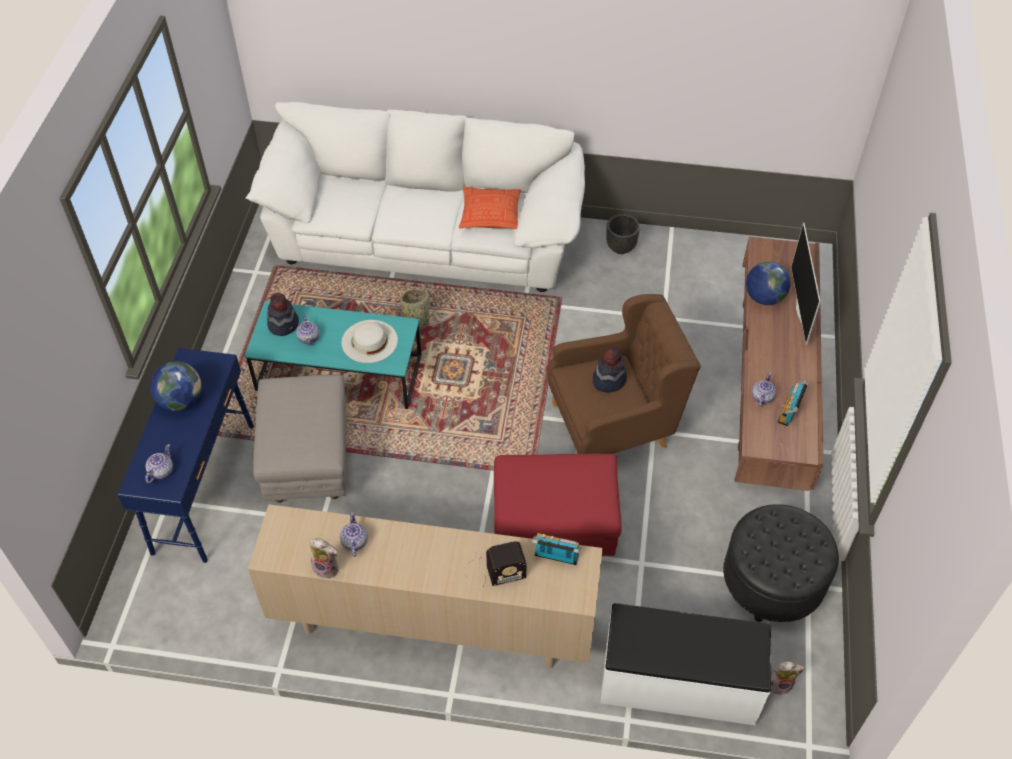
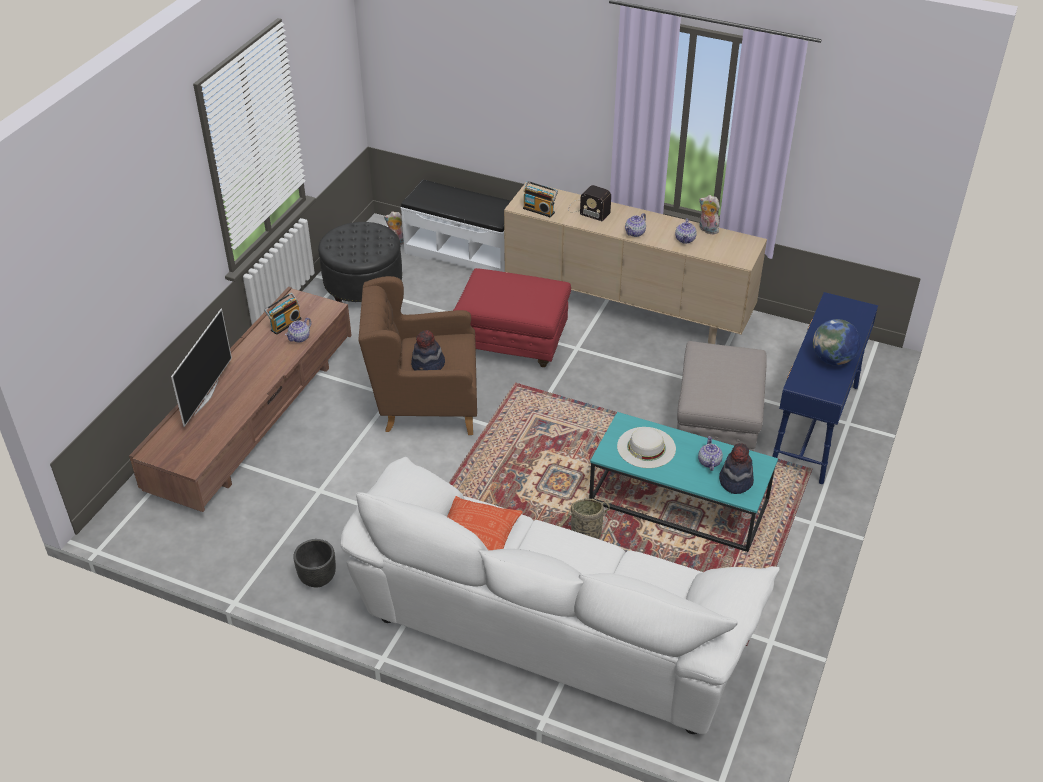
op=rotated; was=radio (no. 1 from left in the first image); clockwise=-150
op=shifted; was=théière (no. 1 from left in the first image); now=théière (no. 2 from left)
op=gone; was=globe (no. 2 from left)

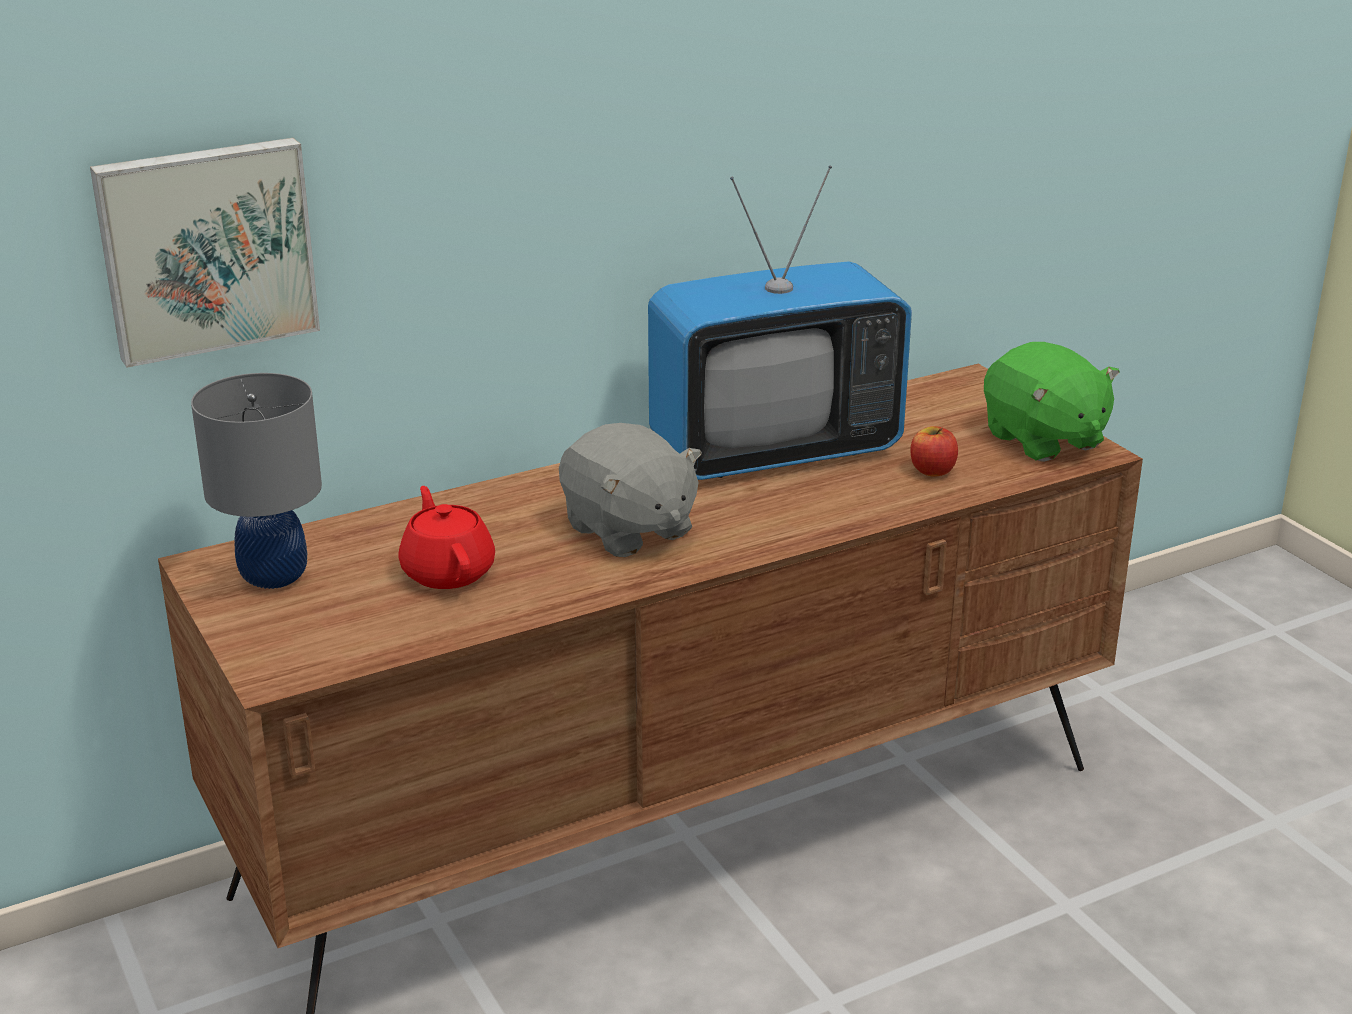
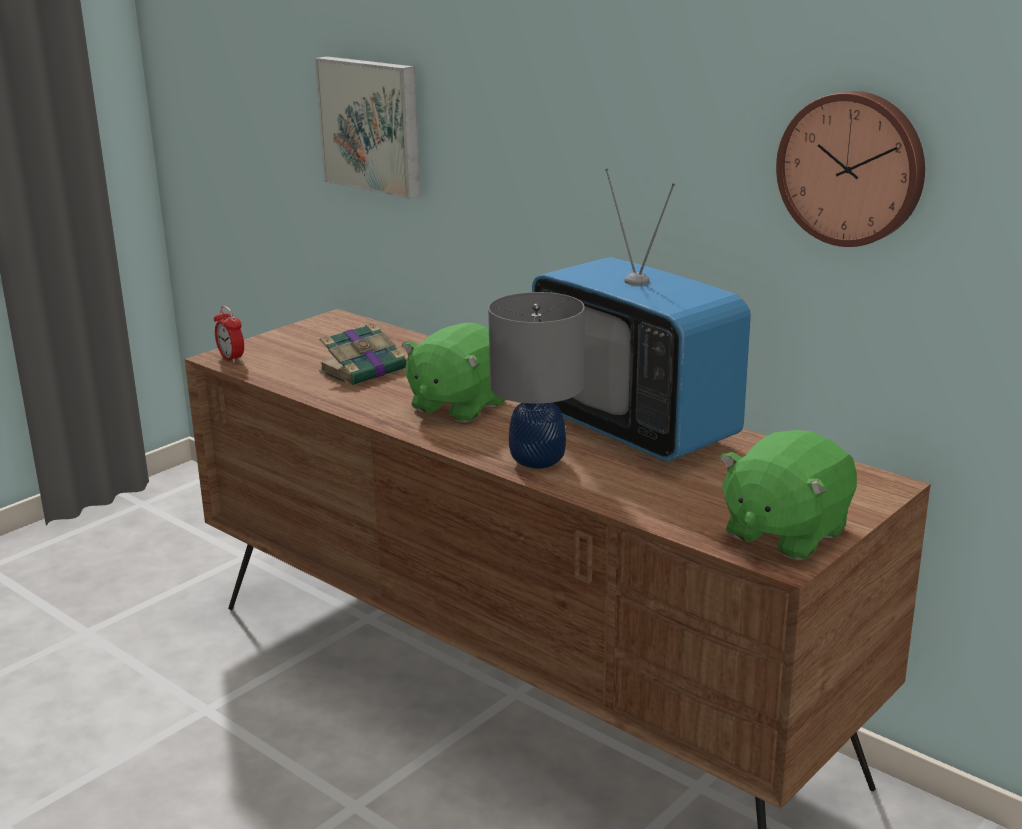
op=new; now=réveil
op=swapped; was=théière/rouge; now=livre
op=repainted; was=peluche/gris; now=peluche/vert (no. 1 from left)
op=shifted; was=lampe de table/gris
op=new; now=horloge murale
op=gone; was=pomme

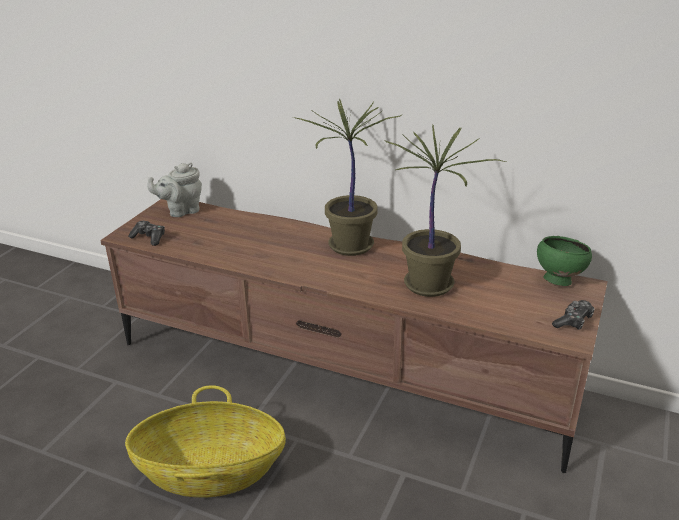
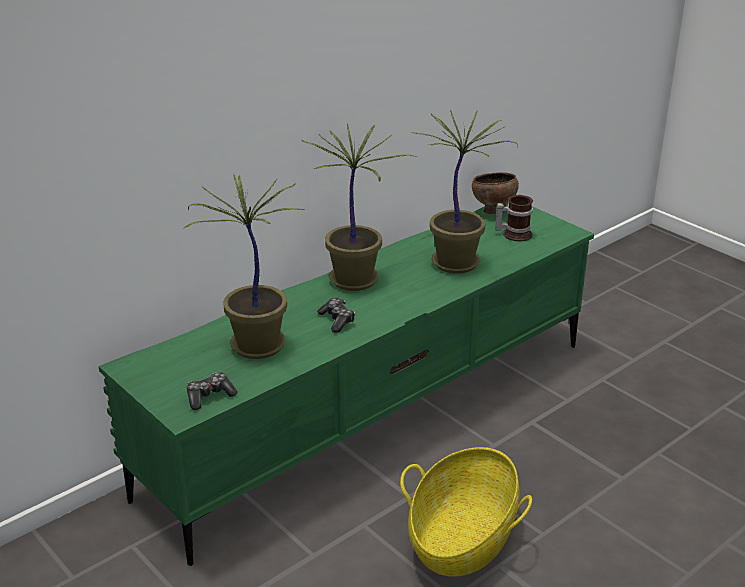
op=repainted; was=meuble télé/marron; now=meuble télé/vert
op=new; now=plante en pot (no. 1 from left)
op=shifted; was=manette (no. 2 from left)
op=repainted; was=bol/vert; now=bol/marron
op=new; now=mug
op=gone; was=théière/gris

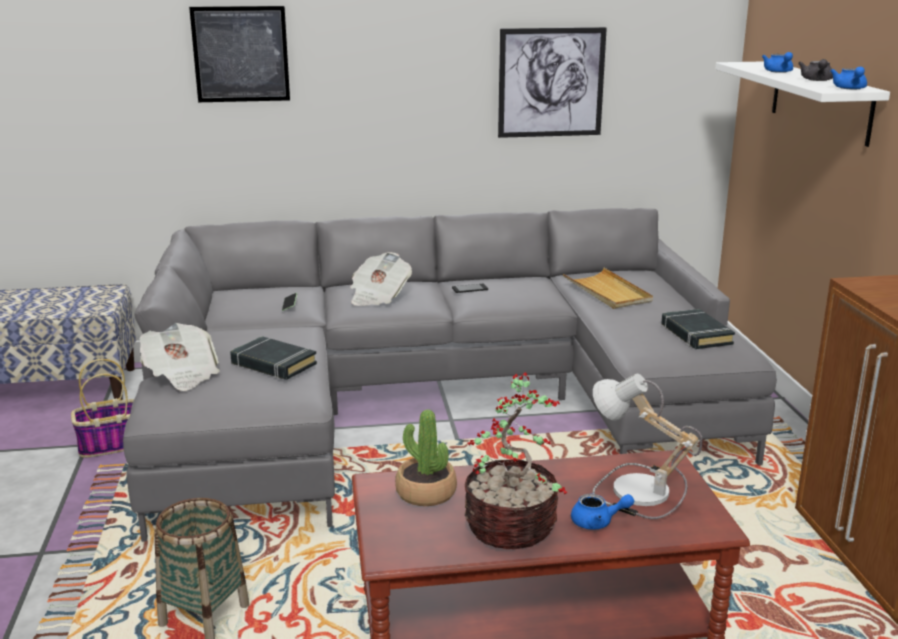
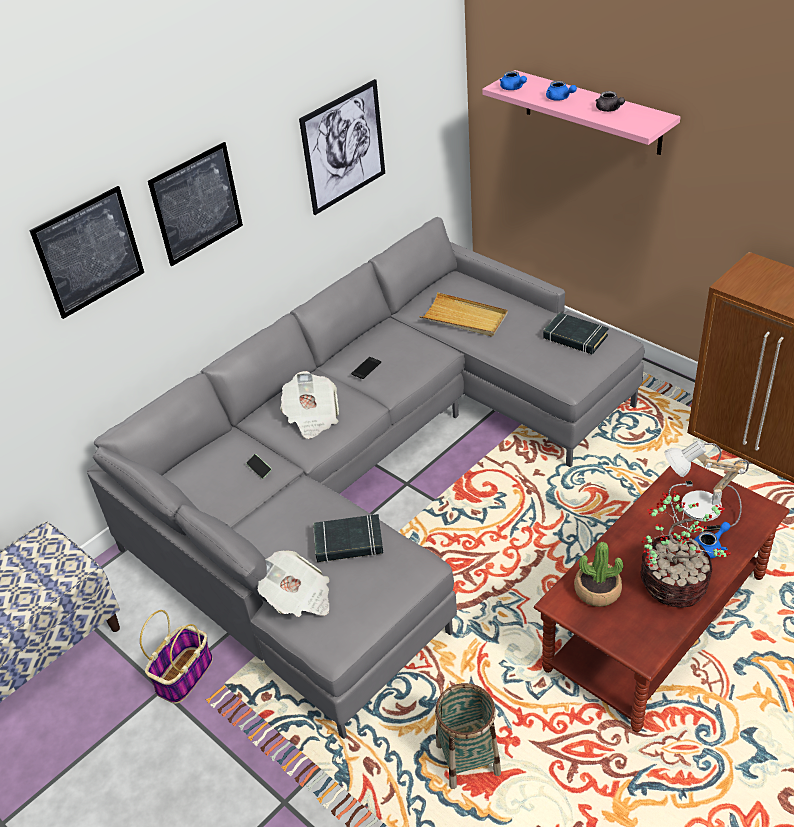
op=new; now=tableau (no. 2 from left)
op=repainted; was=étagère/blanc; now=étagère/rose
op=shifted; was=théière/bleu (no. 3 from left in the first image); now=théière/bleu (no. 1 from left)

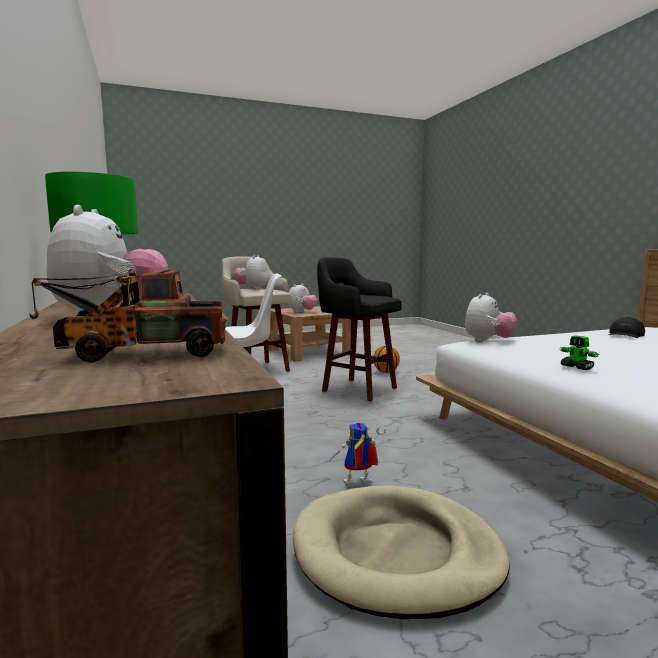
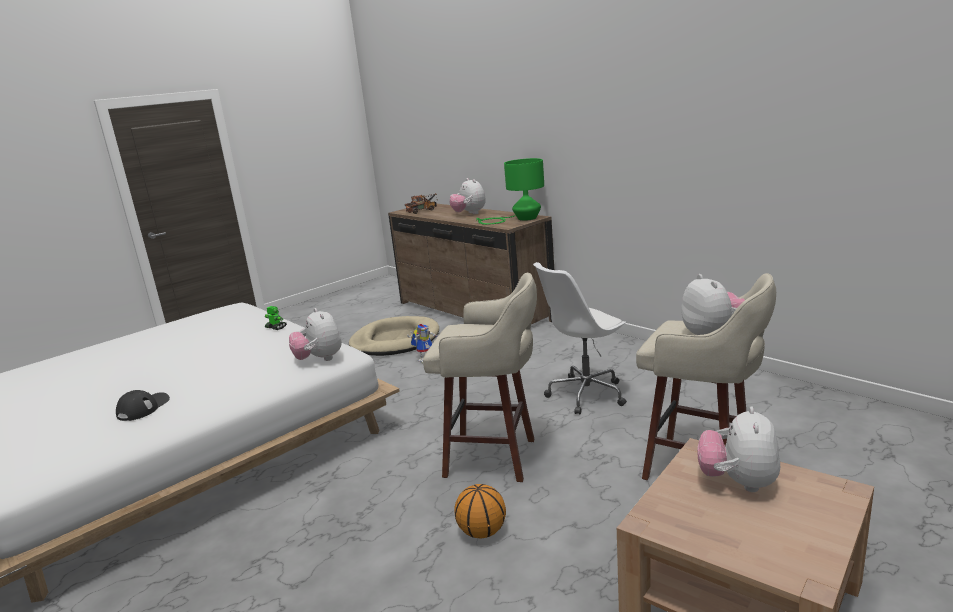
op=rotated; was=peluche (no. 4 from left in the first image); clockwise=-45
op=repainted; was=tabouret/noir; now=tabouret/beige (no. 1 from left)

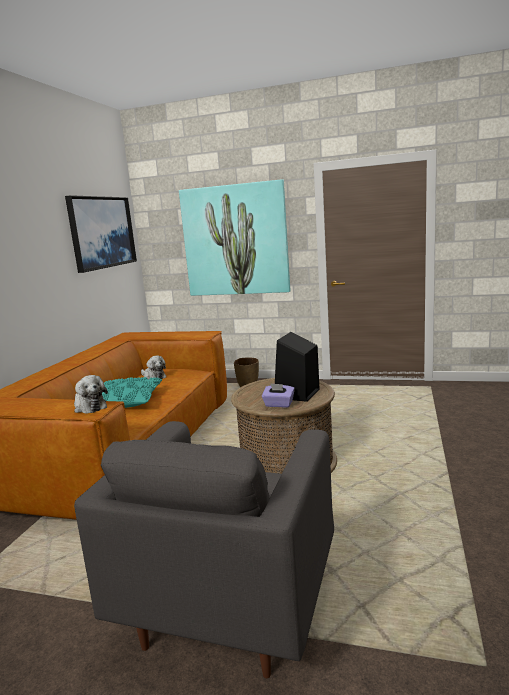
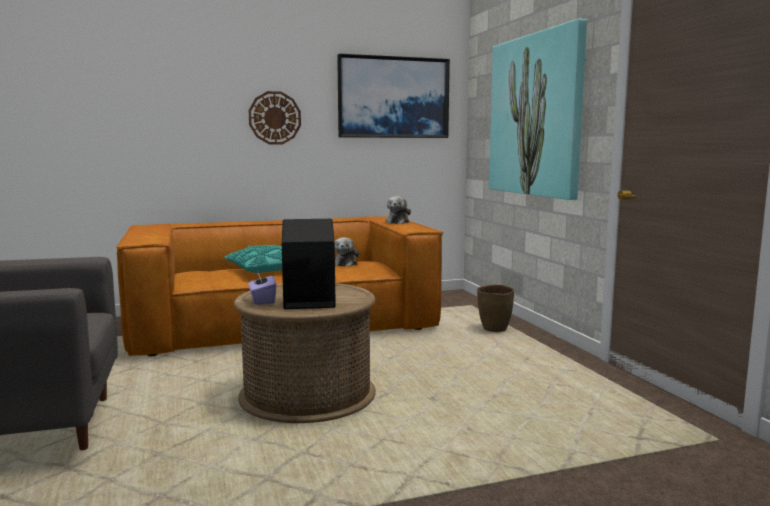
op=new; now=horloge murale
op=shifted; was=peluche (no. 1 from left in the first image); now=peluche (no. 2 from left)

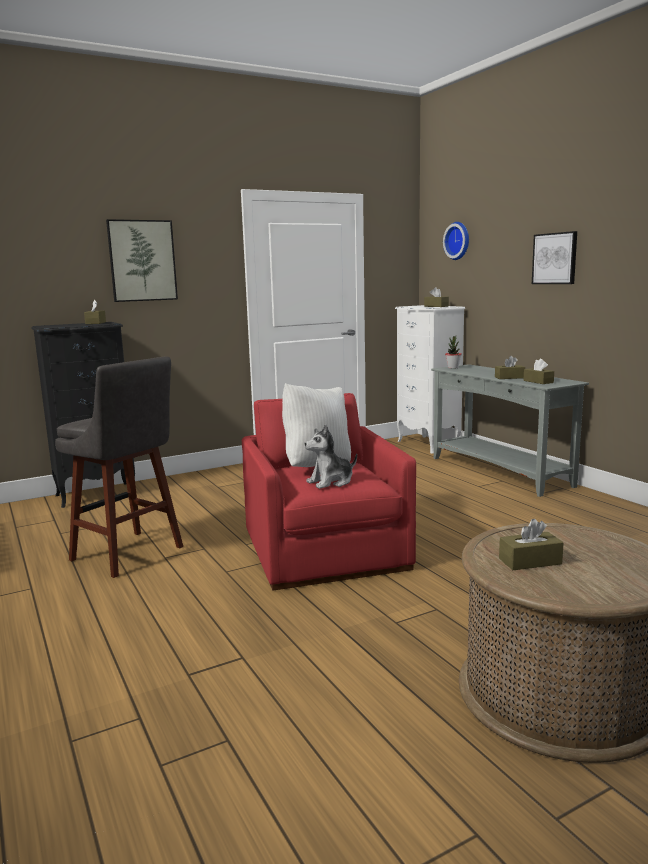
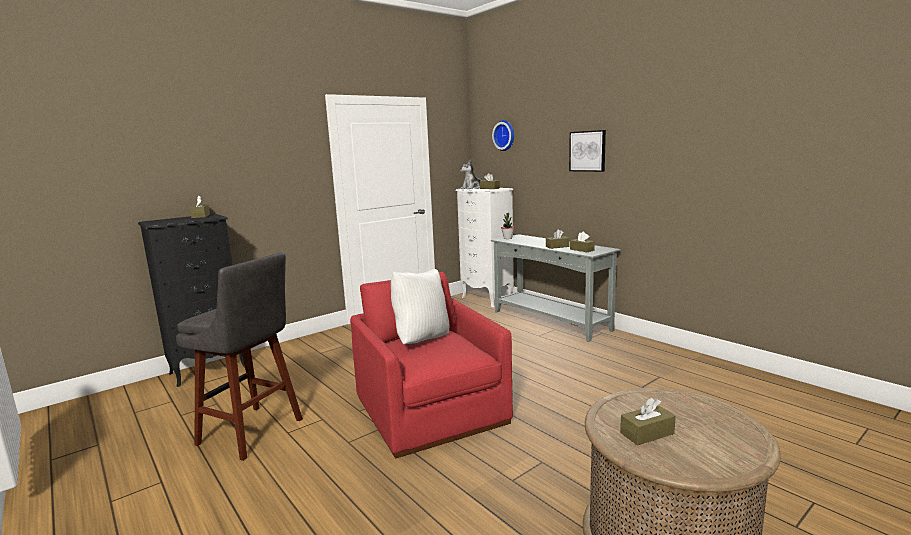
op=shifted; was=peluche
op=gone; was=tableau (no. 1 from left)

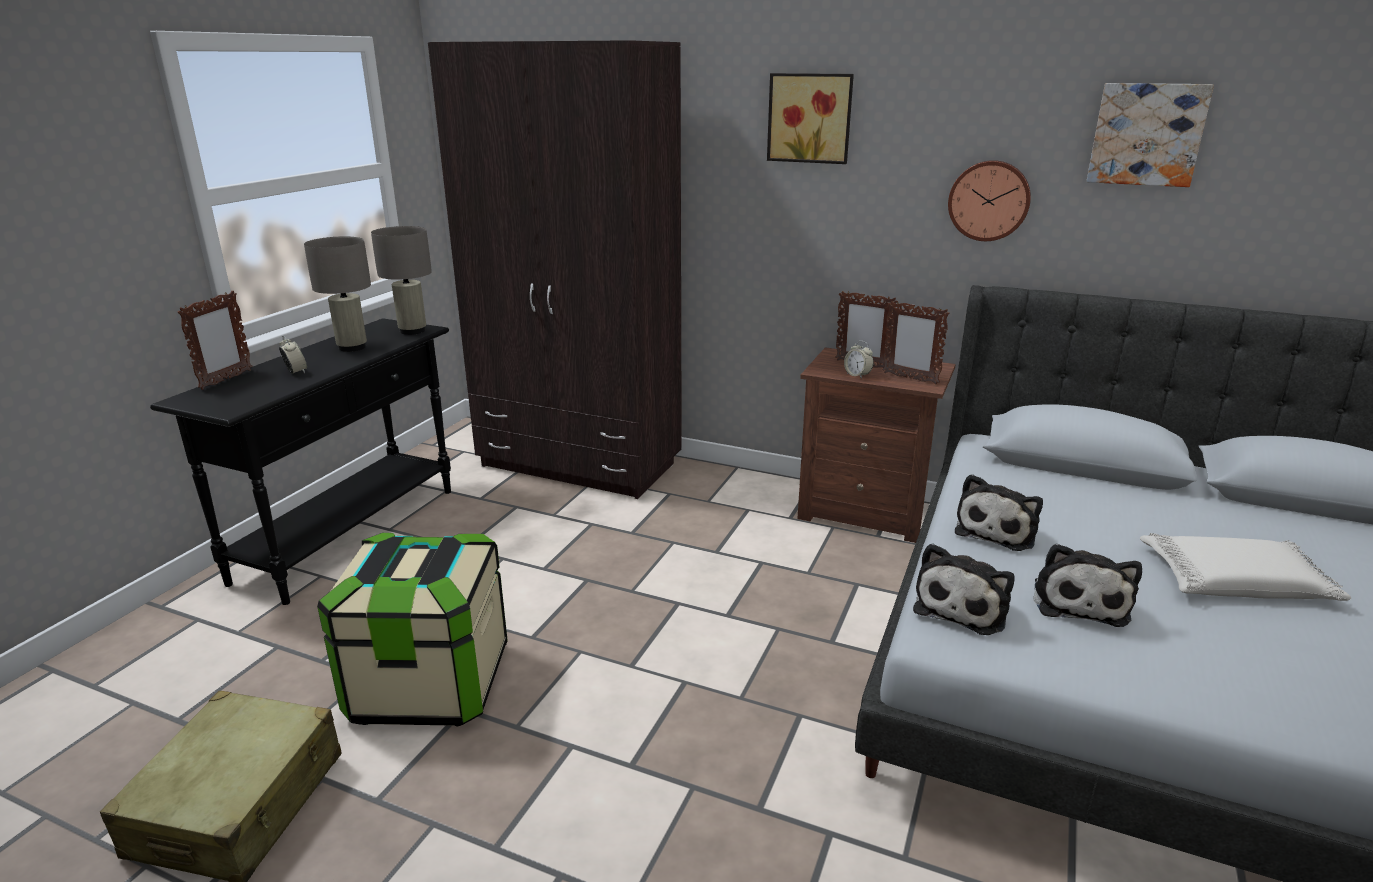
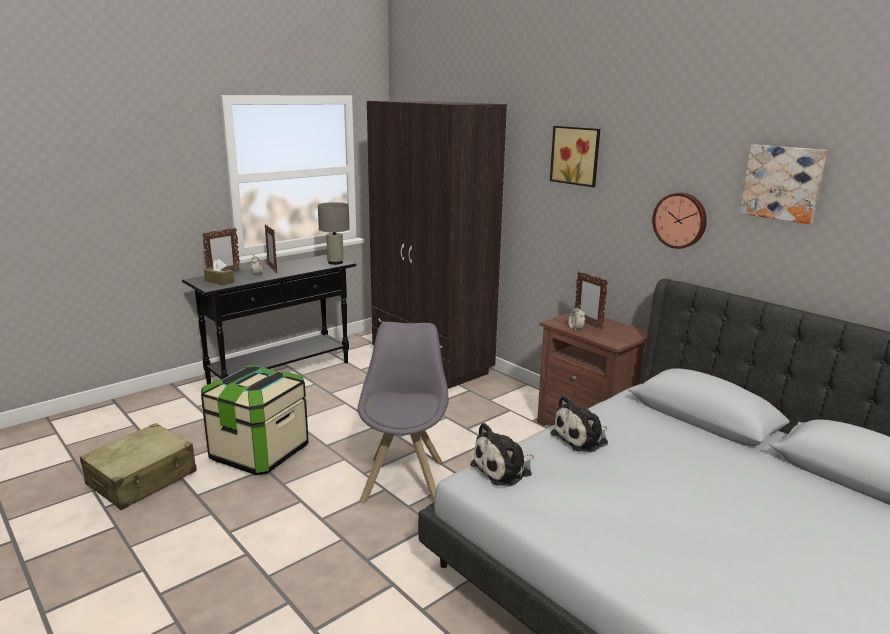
op=new; now=boîte à mouchoirs/marron
op=shifted; was=cadre photo (no. 3 from left in the first image); now=cadre photo (no. 2 from left)
op=new; now=chaise/gris
op=gone; was=lampe de table/gris (no. 1 from left)
op=gone; was=peluche (no. 3 from left)
op=gone; was=coussin/blanc

